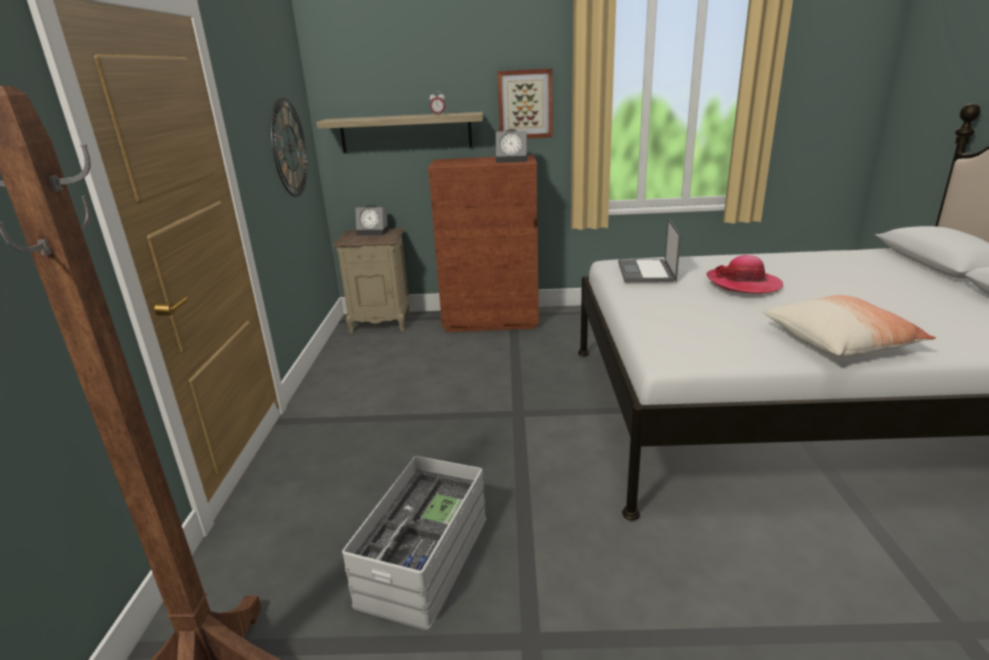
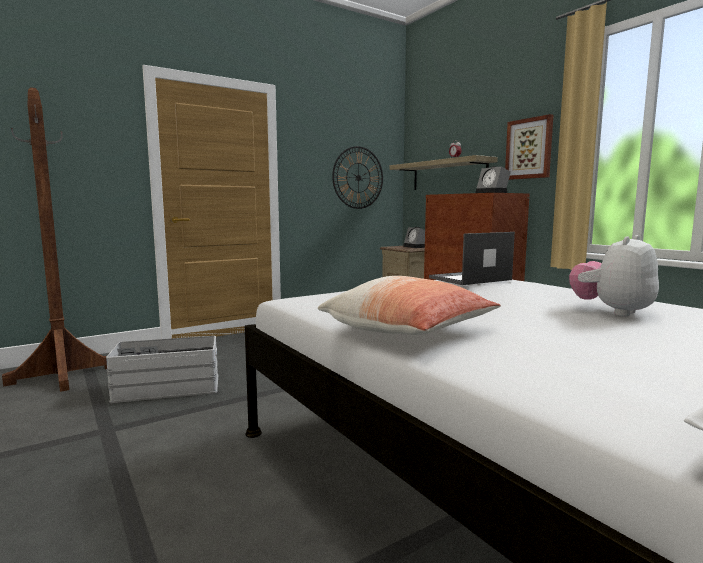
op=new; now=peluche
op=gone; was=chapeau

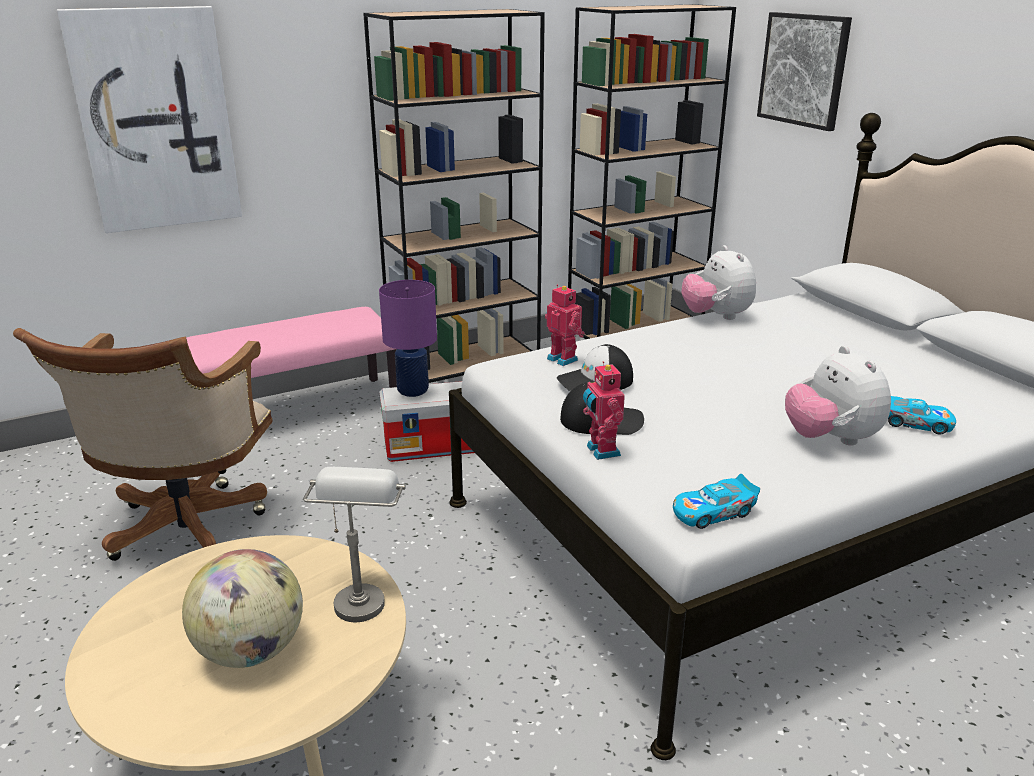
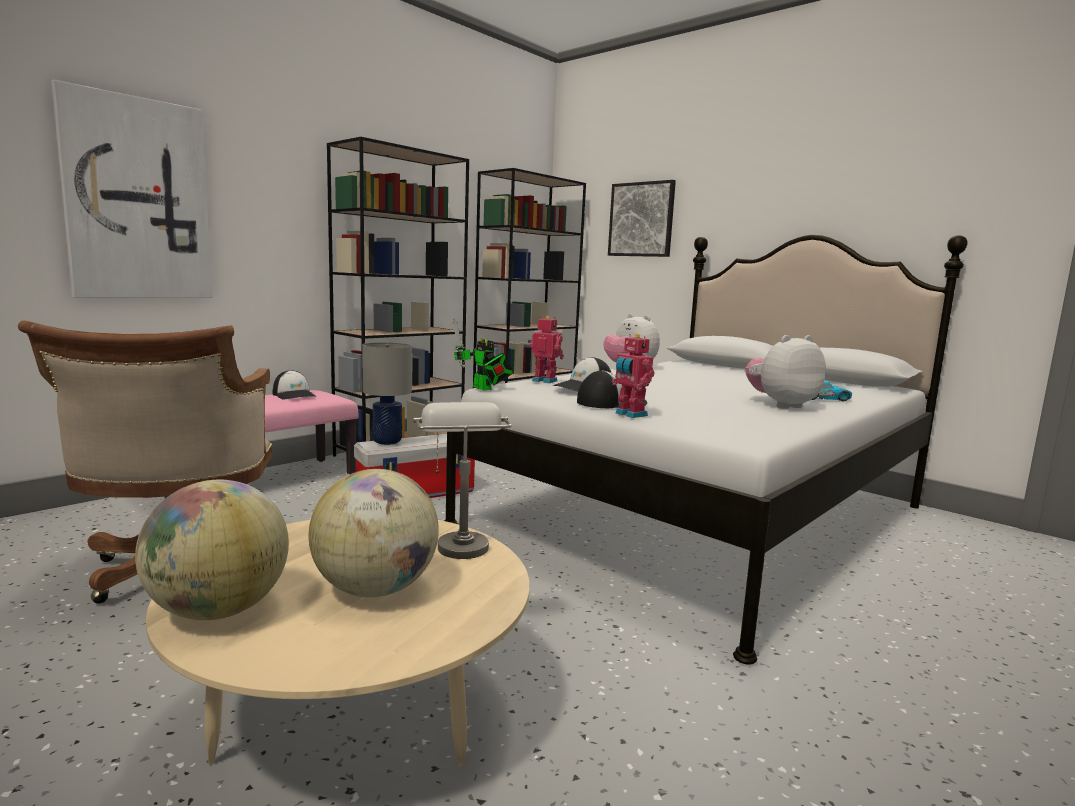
op=new; now=globe (no. 1 from left)
op=new; now=casquette (no. 1 from left)
op=repainted; was=lampe de table/violet; now=lampe de table/gris (no. 1 from left)
op=new; now=robot jouet (no. 1 from left)
op=rotated; was=peluche (no. 2 from left); clockwise=105
op=gone; was=petite voiture (no. 1 from left)

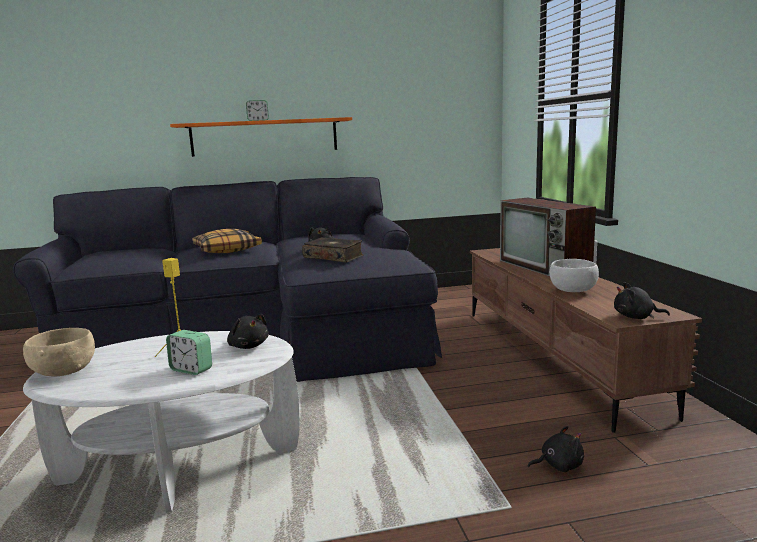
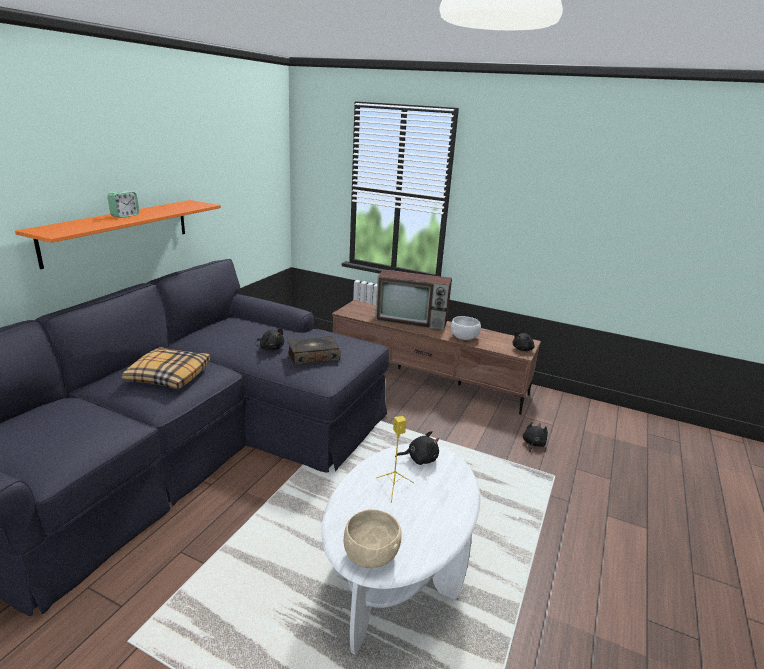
op=gone; was=réveil (no. 1 from left)

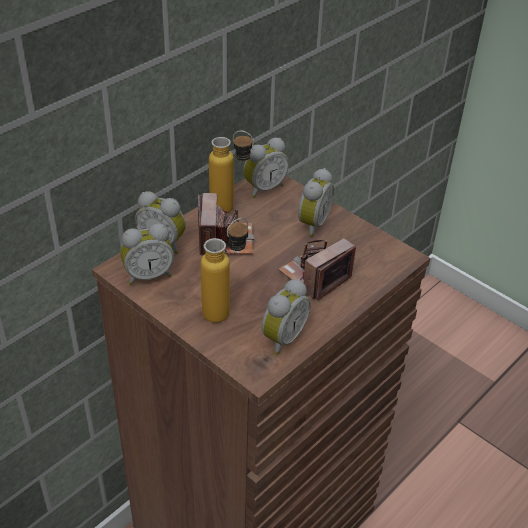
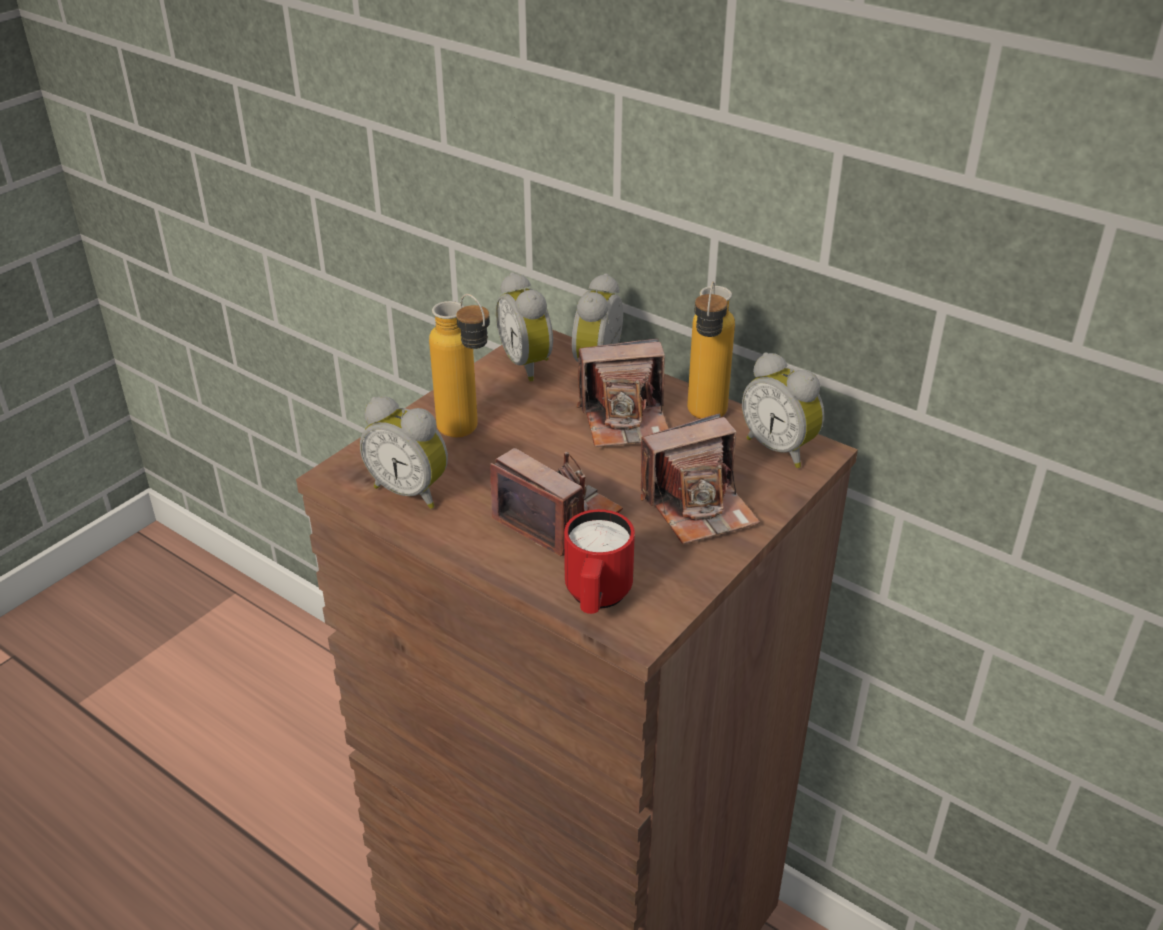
op=new; now=mug/rouge
op=swapped; was=réveil (no. 5 from left); now=appareil photo (no. 3 from left)

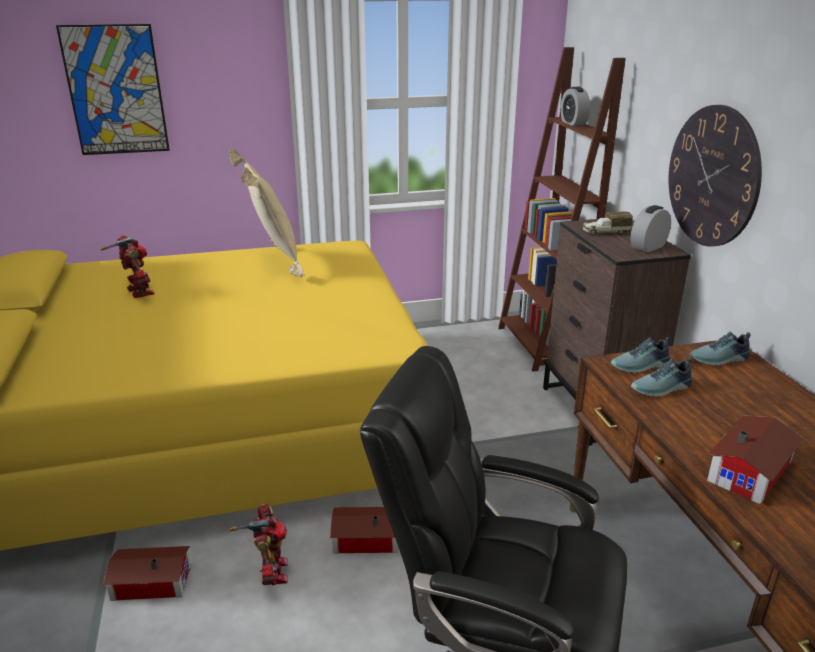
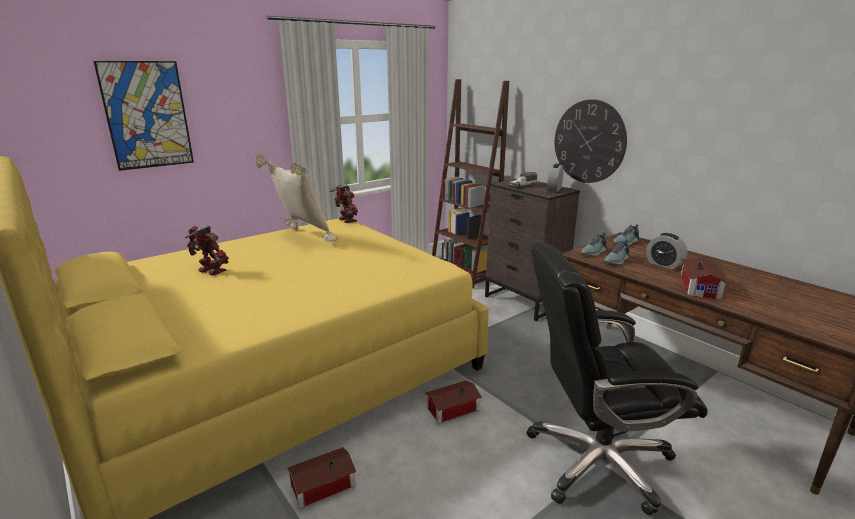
op=shifted; was=robot jouet (no. 2 from left)
op=shifted; was=réveil (no. 1 from left in the first image); now=réveil (no. 2 from left)

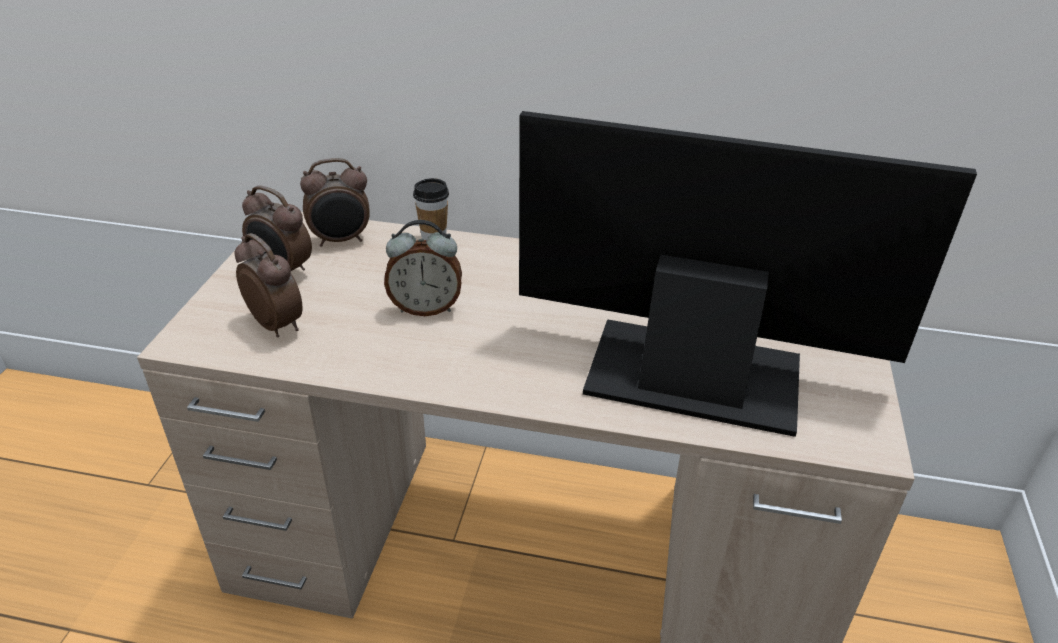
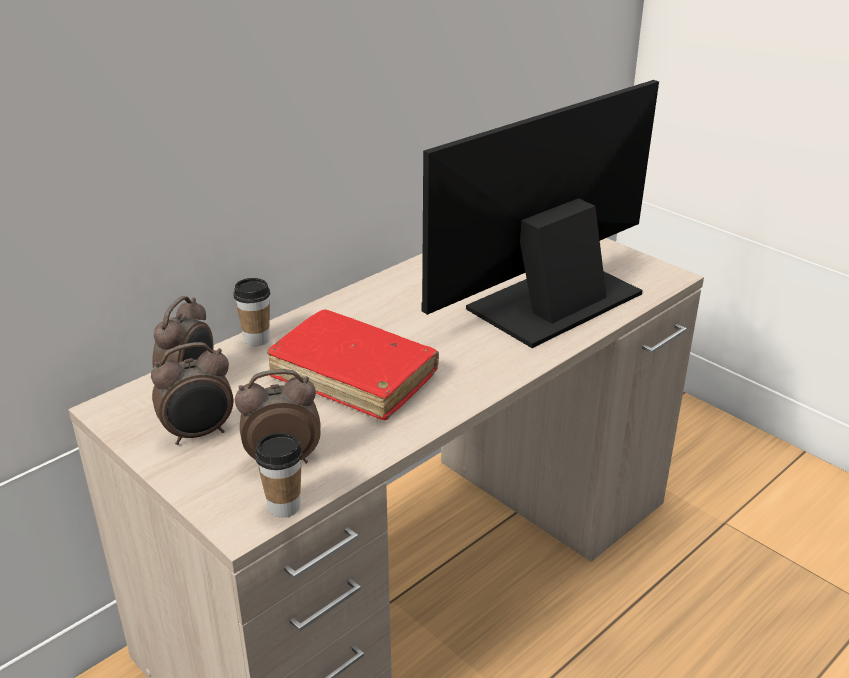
op=new; now=tasse (no. 2 from left)
op=swapped; was=réveil (no. 4 from left); now=livre/rouge

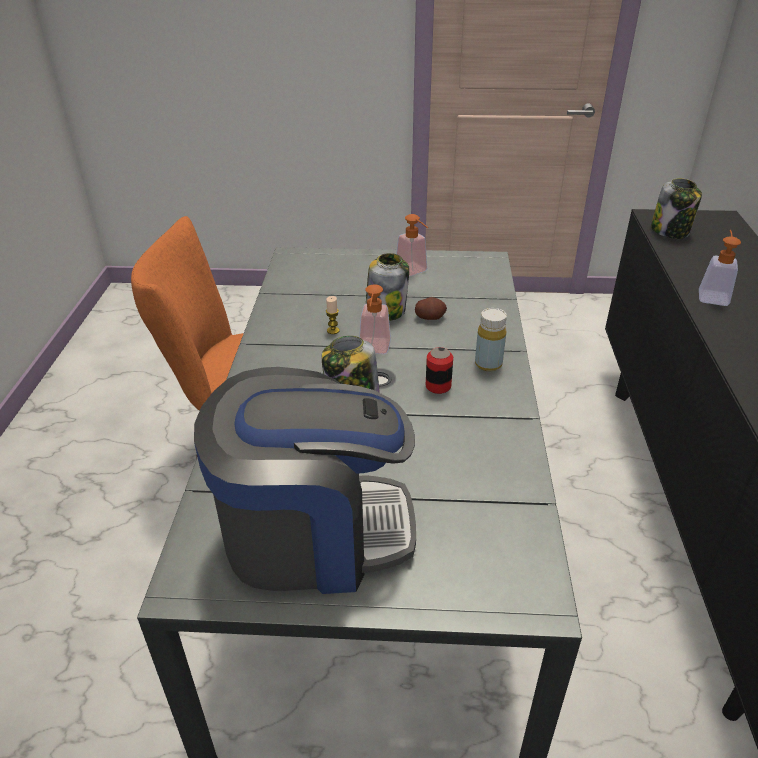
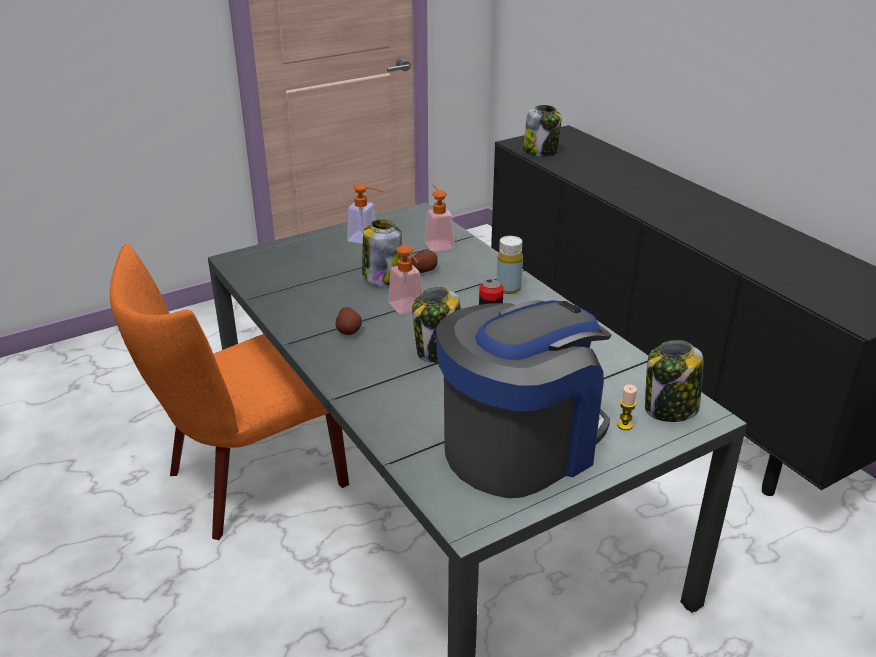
op=new; now=pomme de terre (no. 1 from left)
op=shifted; was=distributeur de savon (no. 3 from left)
op=shifted; was=bougie
op=new; now=bocal (no. 4 from left)

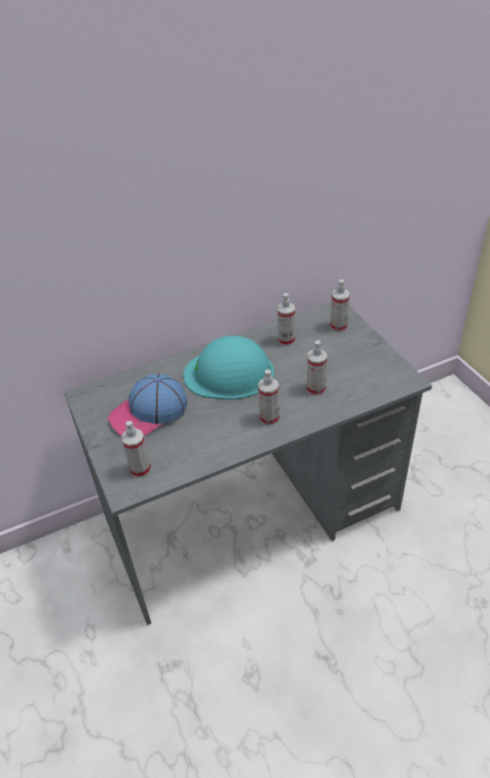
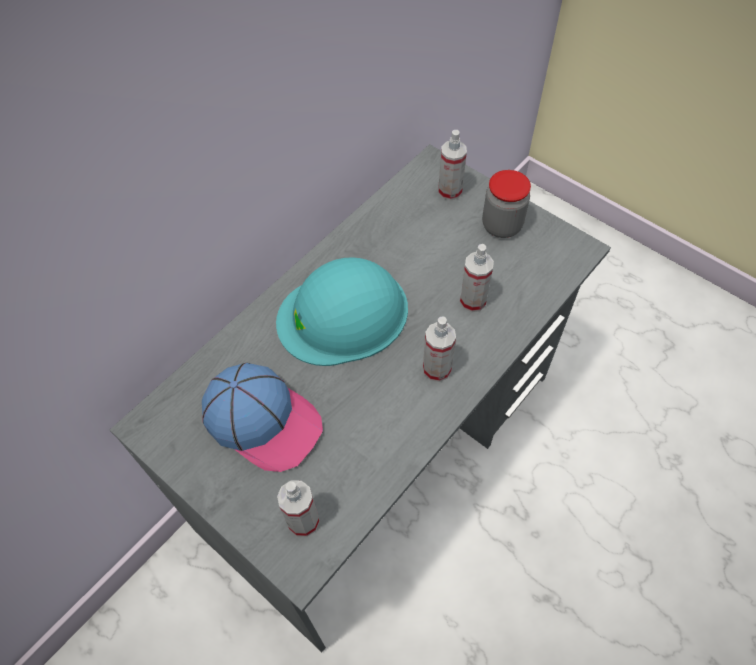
op=rotated; was=casquette; clockwise=-90
op=new; now=bocal
op=gone; was=vaporisateur (no. 3 from left)

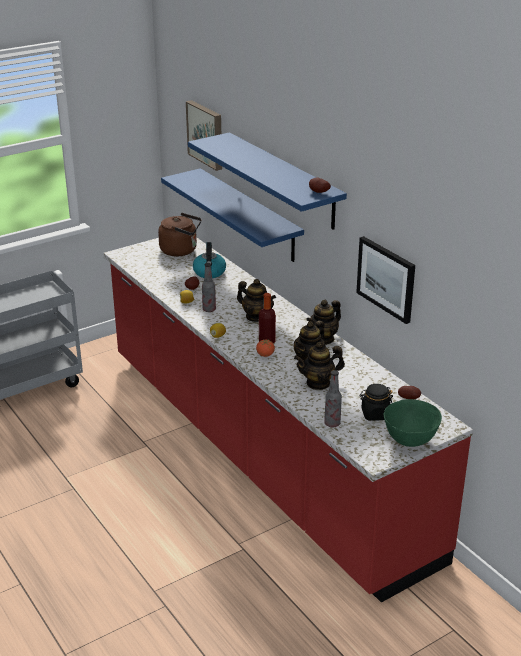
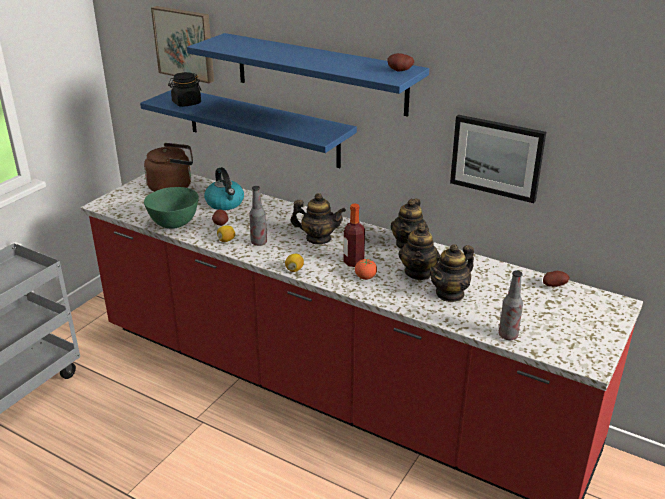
op=shifted; was=bol/vert
op=shifted; was=bocal/noir

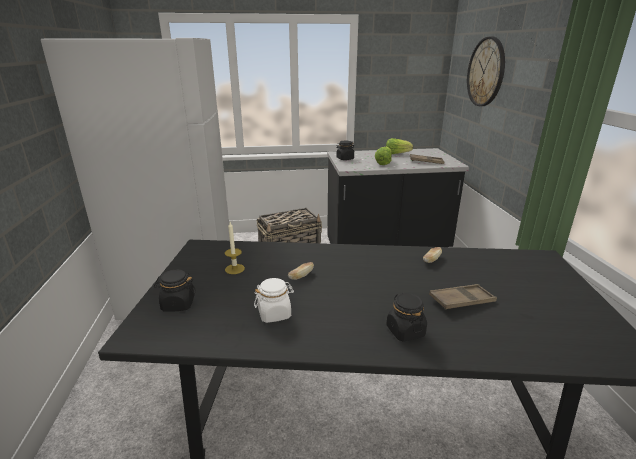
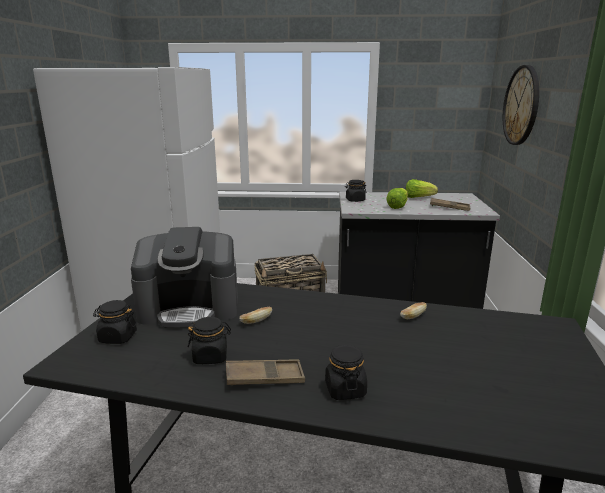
op=swapped; was=bougie; now=machine à café
op=repainted; was=bocal/blanc; now=bocal/noir (no. 2 from left)
op=shifted; was=plateau/marron (no. 2 from left in the first image); now=plateau/marron (no. 1 from left)

